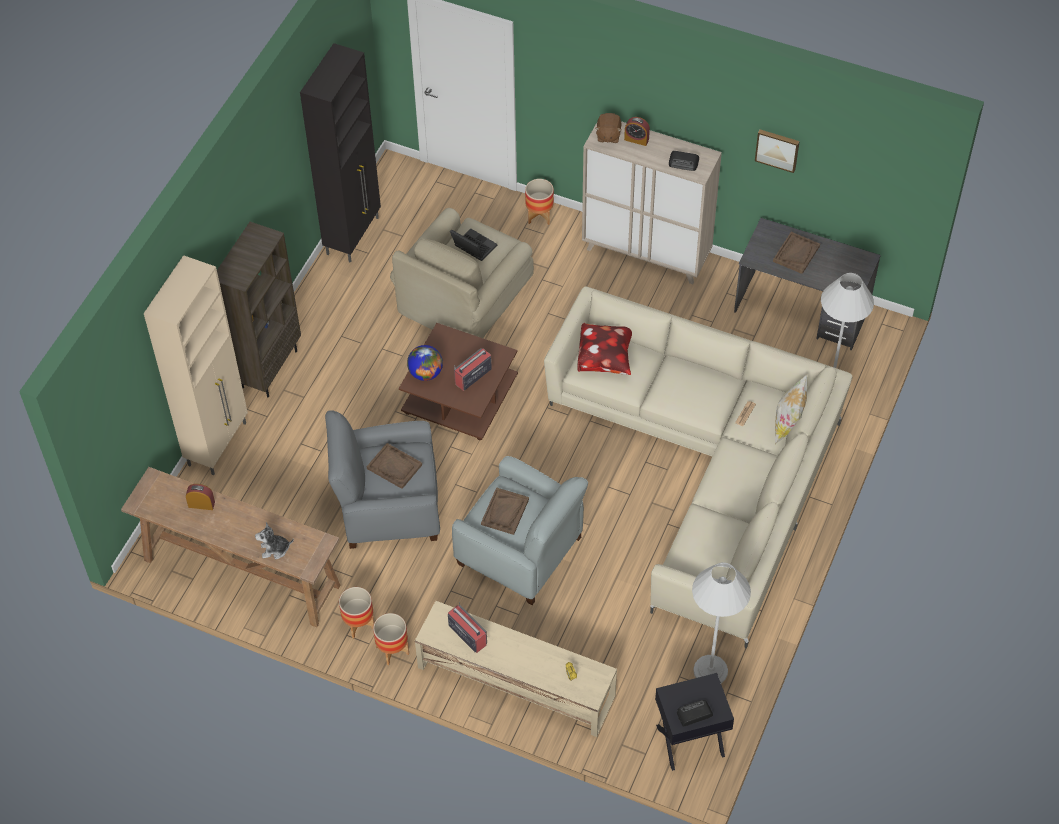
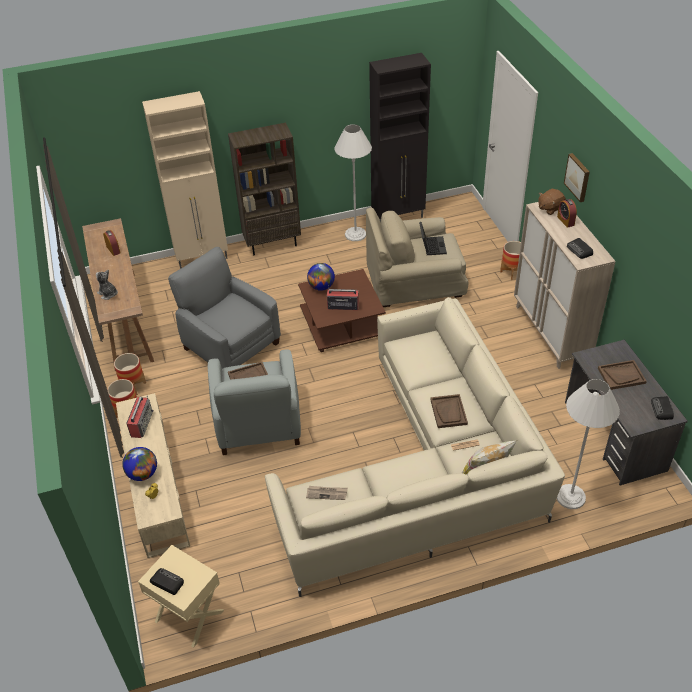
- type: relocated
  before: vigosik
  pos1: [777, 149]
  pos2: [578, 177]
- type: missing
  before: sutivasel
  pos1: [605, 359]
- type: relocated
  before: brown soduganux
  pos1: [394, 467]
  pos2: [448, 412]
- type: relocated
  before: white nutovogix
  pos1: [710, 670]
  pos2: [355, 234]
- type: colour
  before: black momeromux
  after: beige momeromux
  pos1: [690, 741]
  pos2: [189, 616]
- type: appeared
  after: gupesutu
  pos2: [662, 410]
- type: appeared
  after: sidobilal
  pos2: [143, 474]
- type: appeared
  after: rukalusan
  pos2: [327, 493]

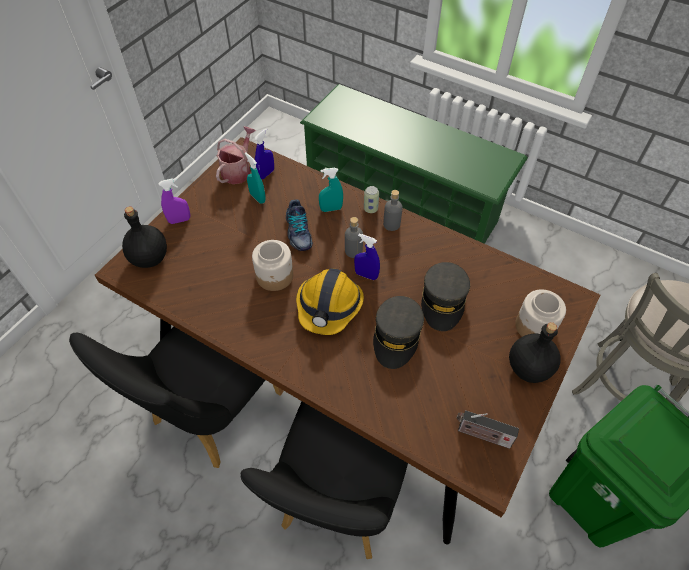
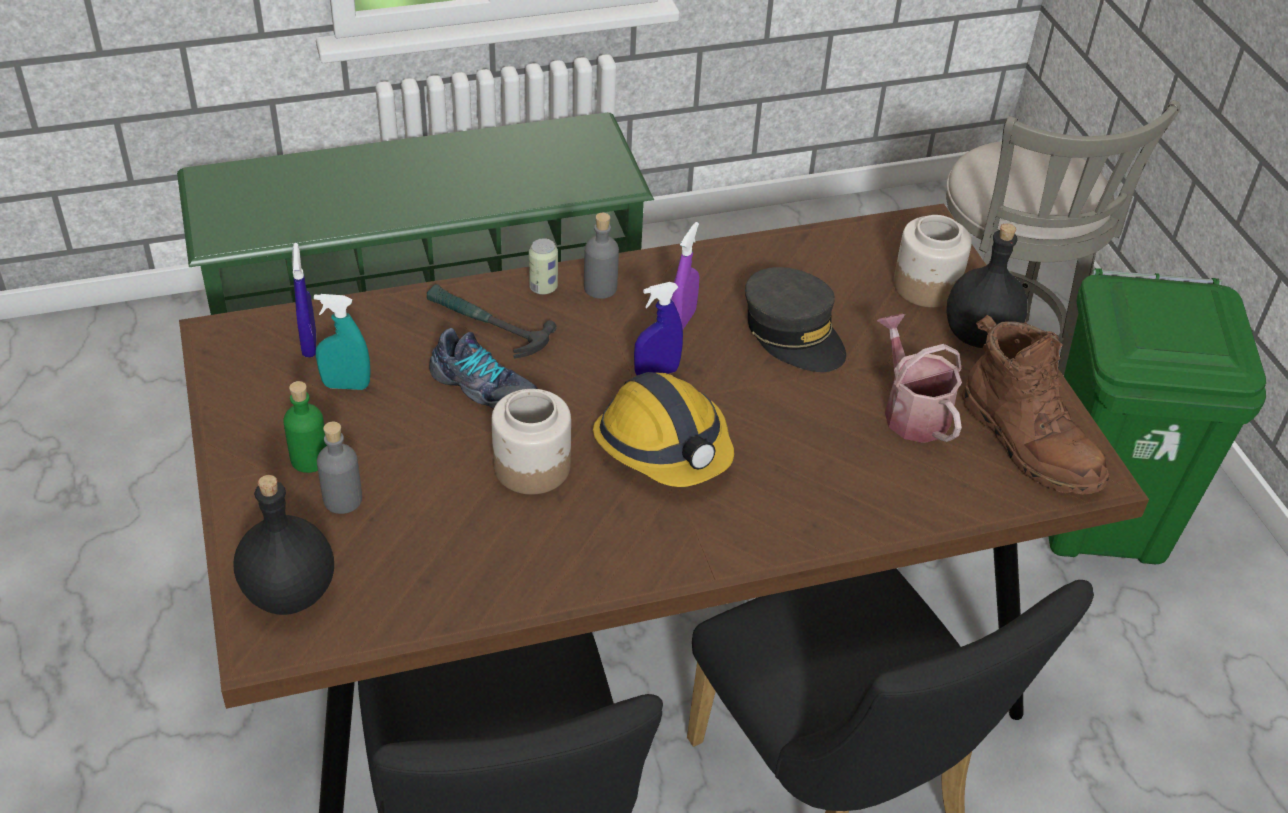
- type: relocated
  before: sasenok
  pos1: [238, 170]
  pos2: [911, 411]
- type: exchanged
  before: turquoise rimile
  after: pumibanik
  pos1: [331, 209]
  pos2: [485, 325]
- type: relocated
  before: purple rimile
  pos1: [179, 220]
  pos2: [682, 320]
- type: relocated
  before: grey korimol
  pos1: [353, 251]
  pos2: [342, 499]
- type: missing
  before: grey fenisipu
  pos1: [396, 337]
- type: exchanged
  before: gupesutu
  after: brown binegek
  pos1: [481, 435]
  pos2: [1028, 443]
- type: appeared
  after: green korimol
  pos2: [309, 459]

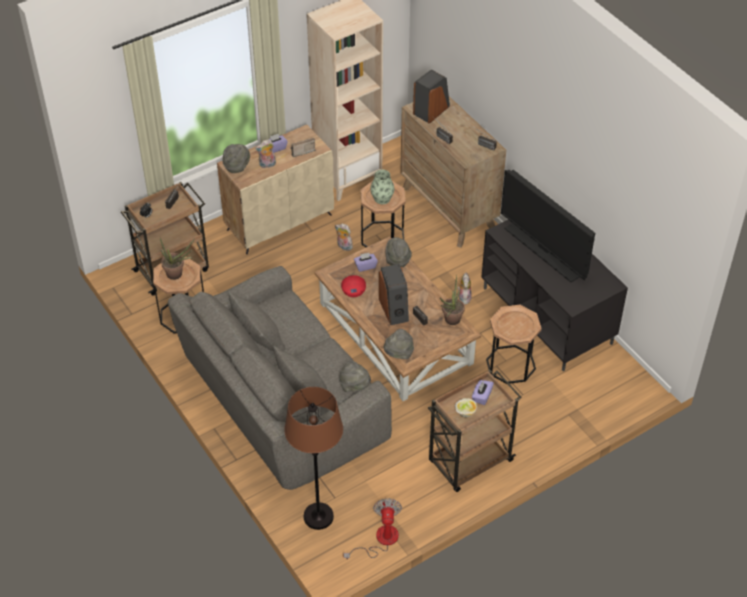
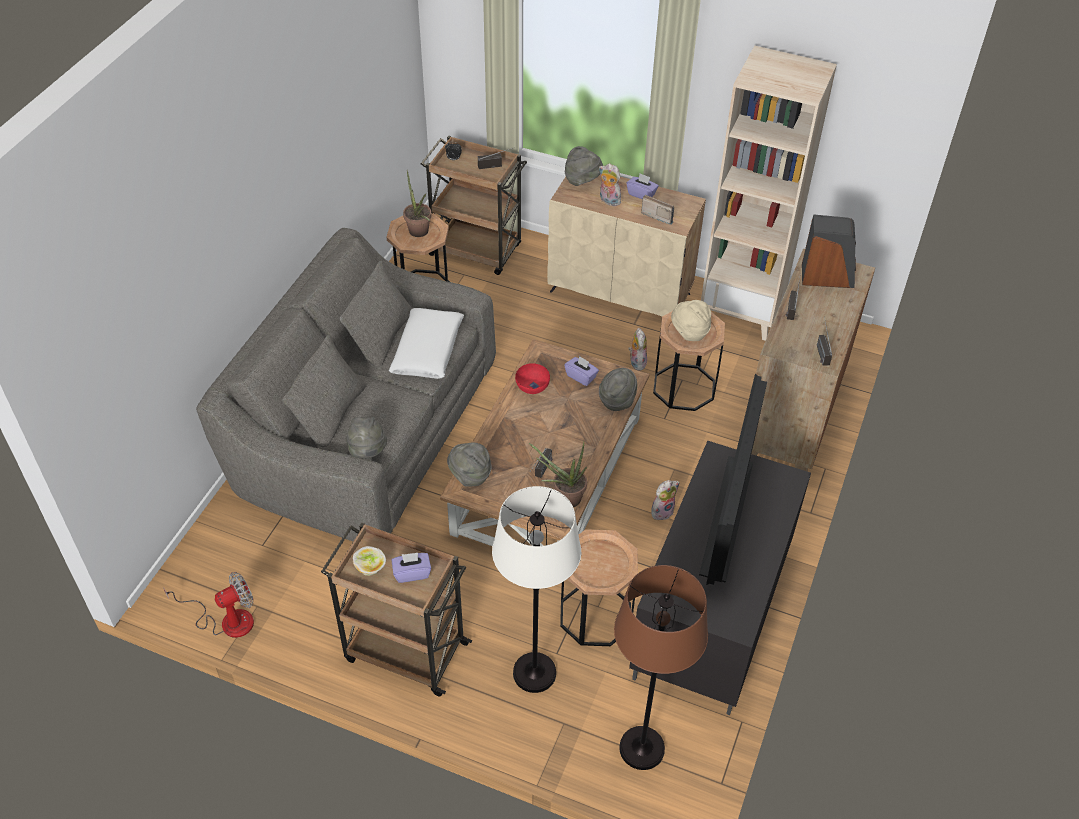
- type: exchanged
  before: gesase
  after: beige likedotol
  pos1: [382, 198]
  pos2: [689, 332]
- type: missing
  before: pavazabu
  pos1: [394, 309]
- type: relocated
  before: brown nutovogix
  pos1: [318, 516]
  pos2: [641, 748]
- type: appeared
  after: white sutivasel
  pos2: [428, 350]
- type: appeared
  after: white nutovogix
  pos2: [534, 673]

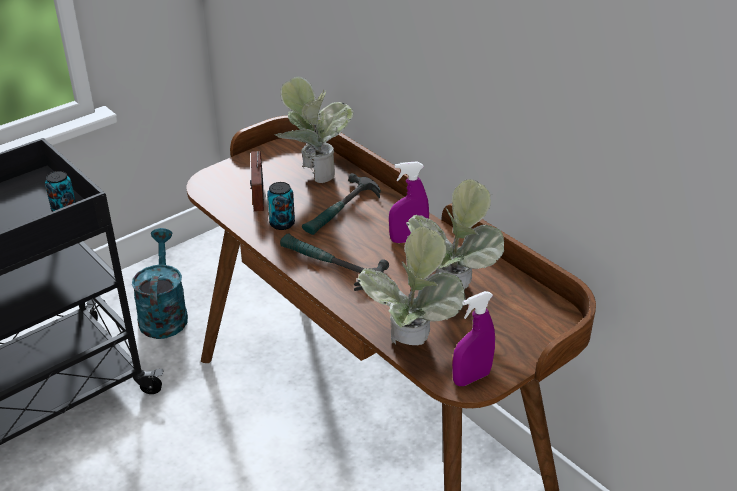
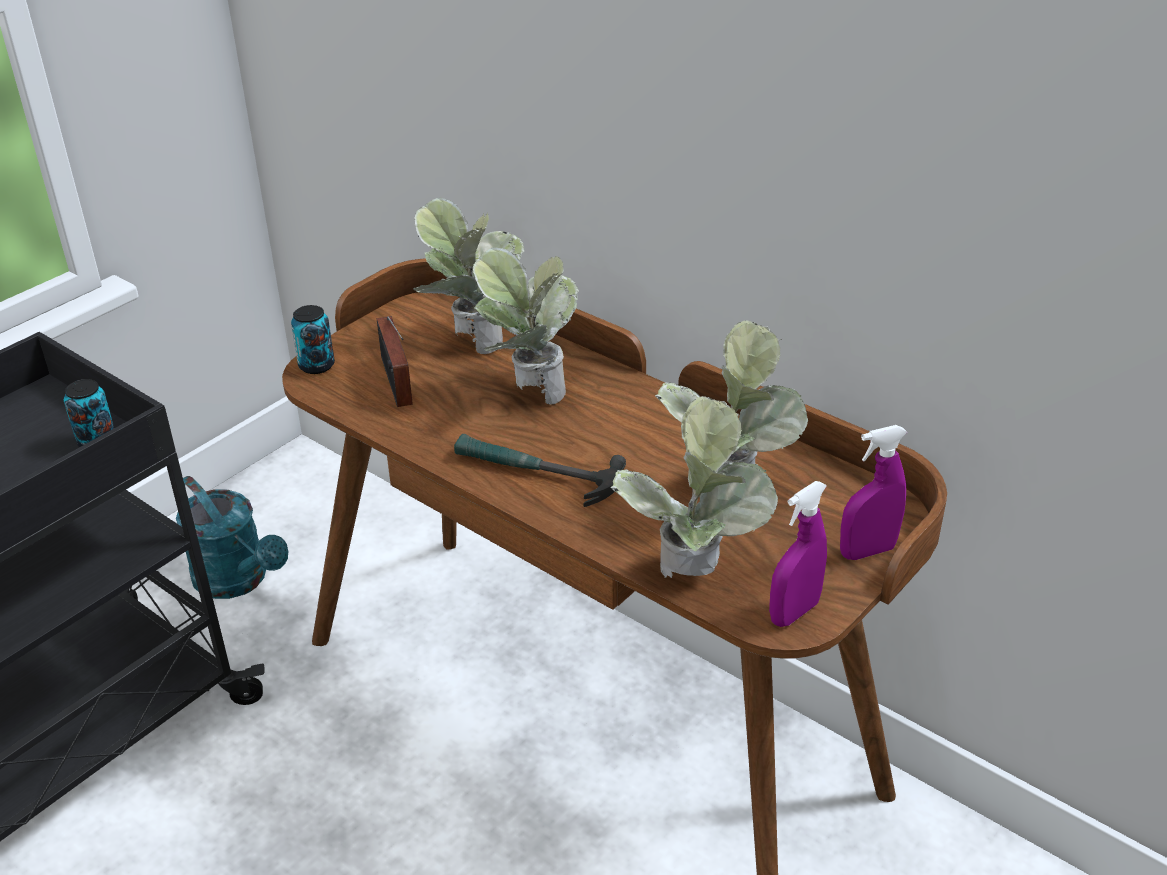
- type: relocated
  before: purple rimile
  pos1: [408, 240]
  pos2: [867, 551]
- type: exchanged
  before: pumibanik
  after: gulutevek
  pos1: [341, 211]
  pos2: [528, 391]
- type: relocated
  before: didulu
  pos1: [282, 223]
  pos2: [316, 365]
- type: spun
  before: turquoise sasenok
  pos1: [163, 314]
  pos2: [238, 580]
  turn: 150

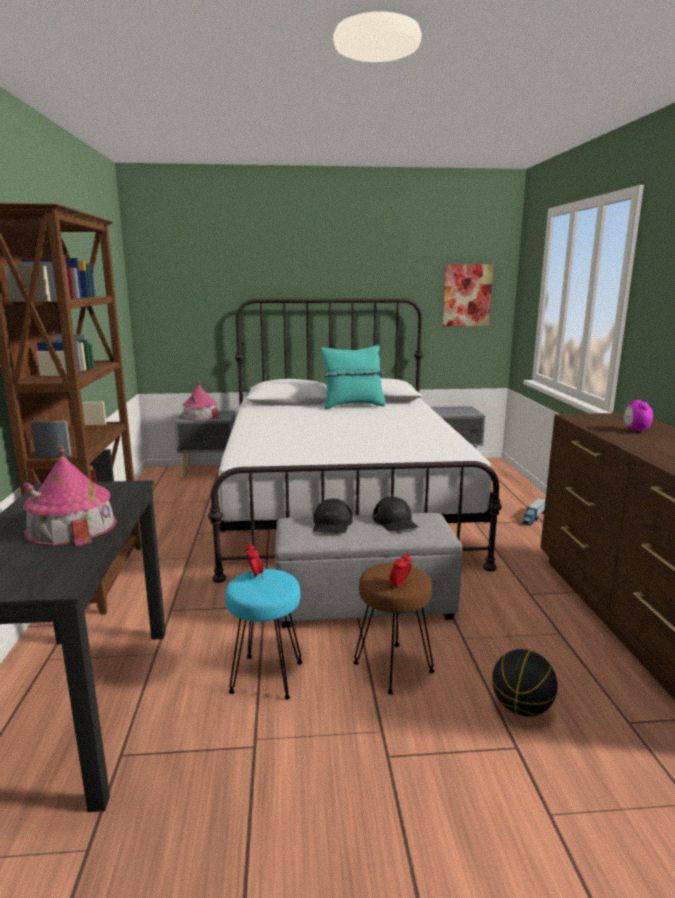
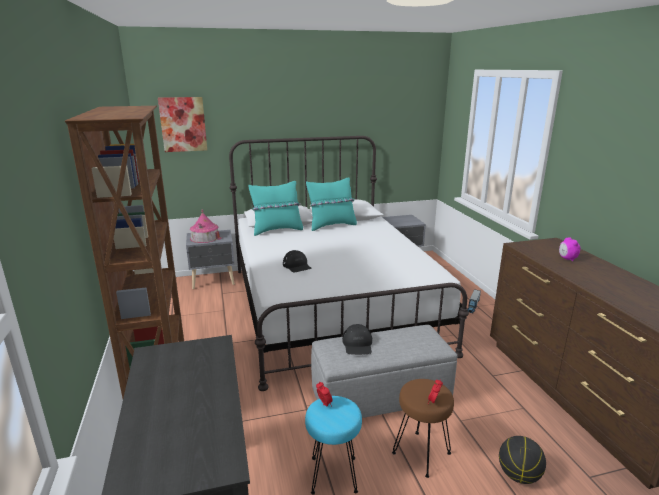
- type: relocated
  before: vigosik
  pos1: [466, 295]
  pos2: [183, 124]
- type: missing
  before: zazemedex
  pos1: [71, 527]
- type: relocated
  before: black fenisipu
  pos1: [395, 521]
  pos2: [297, 266]
- type: appeared
  after: turquoise sutivasel
  pos2: [277, 230]

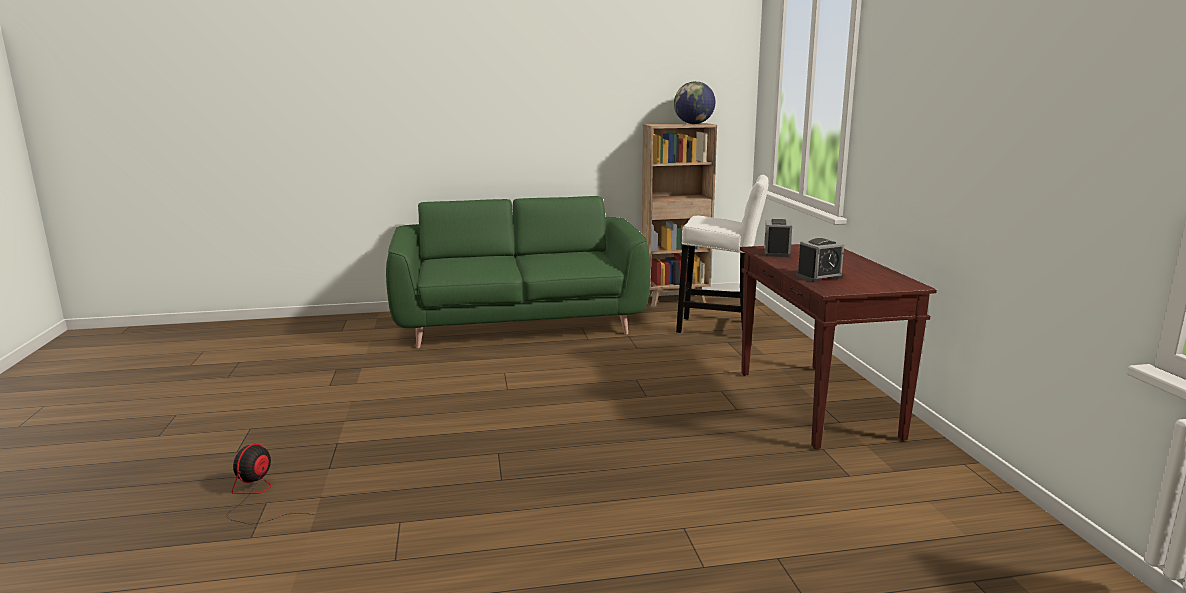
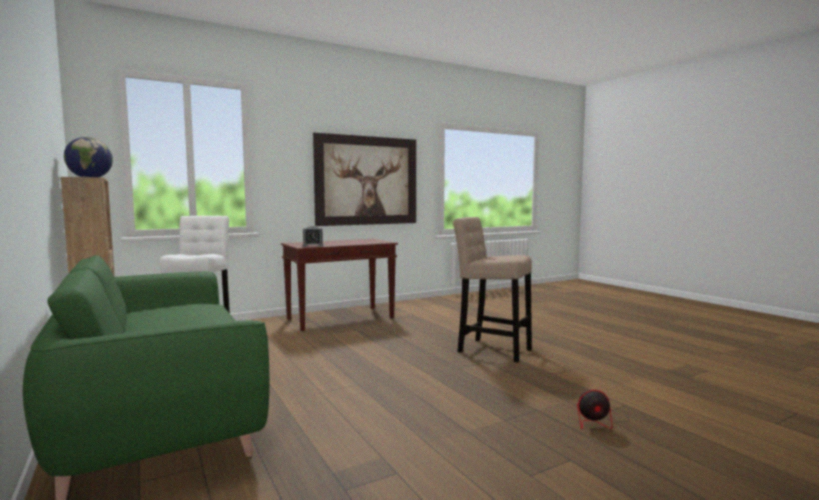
- type: missing
  before: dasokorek
  pos1: [819, 277]
- type: appeared
  after: vigosik
  pos2: [367, 180]
- type: appeared
  after: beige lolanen
  pos2: [491, 349]

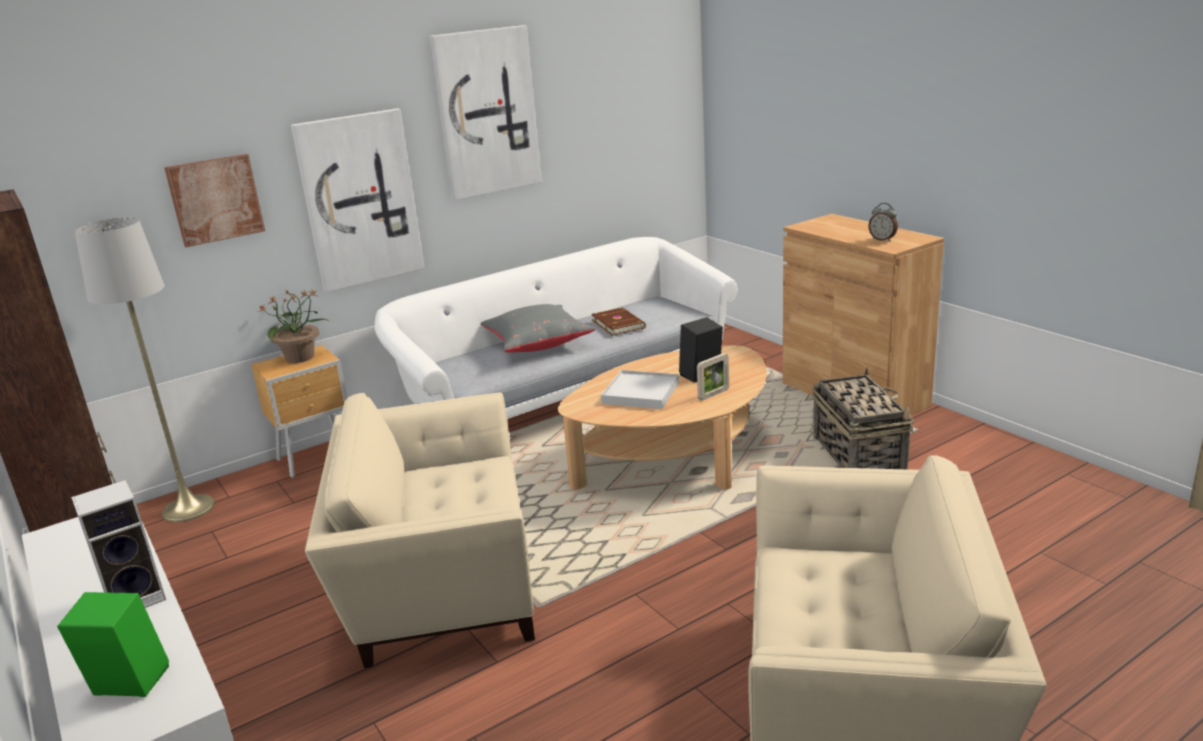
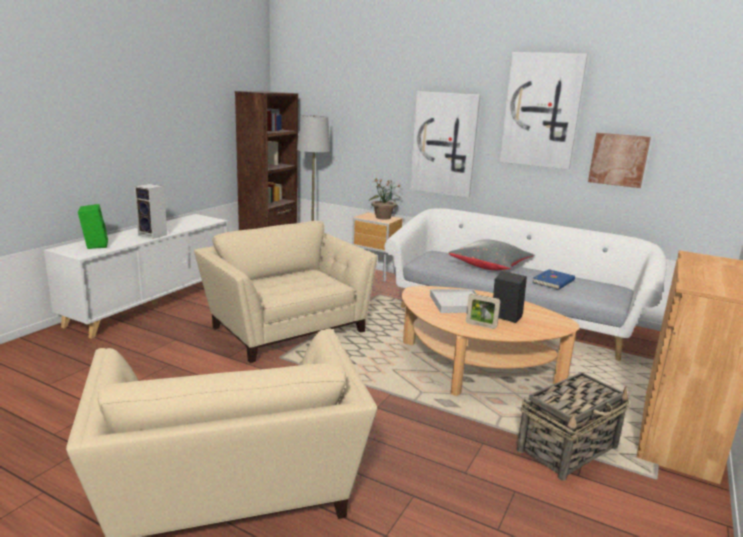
- type: relocated
  before: vigosik
  pos1: [215, 199]
  pos2: [618, 159]
- type: missing
  before: dasokorek
  pos1: [882, 239]
- type: colour
  before: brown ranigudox
  after: blue ranigudox
  pos1: [619, 324]
  pos2: [554, 282]

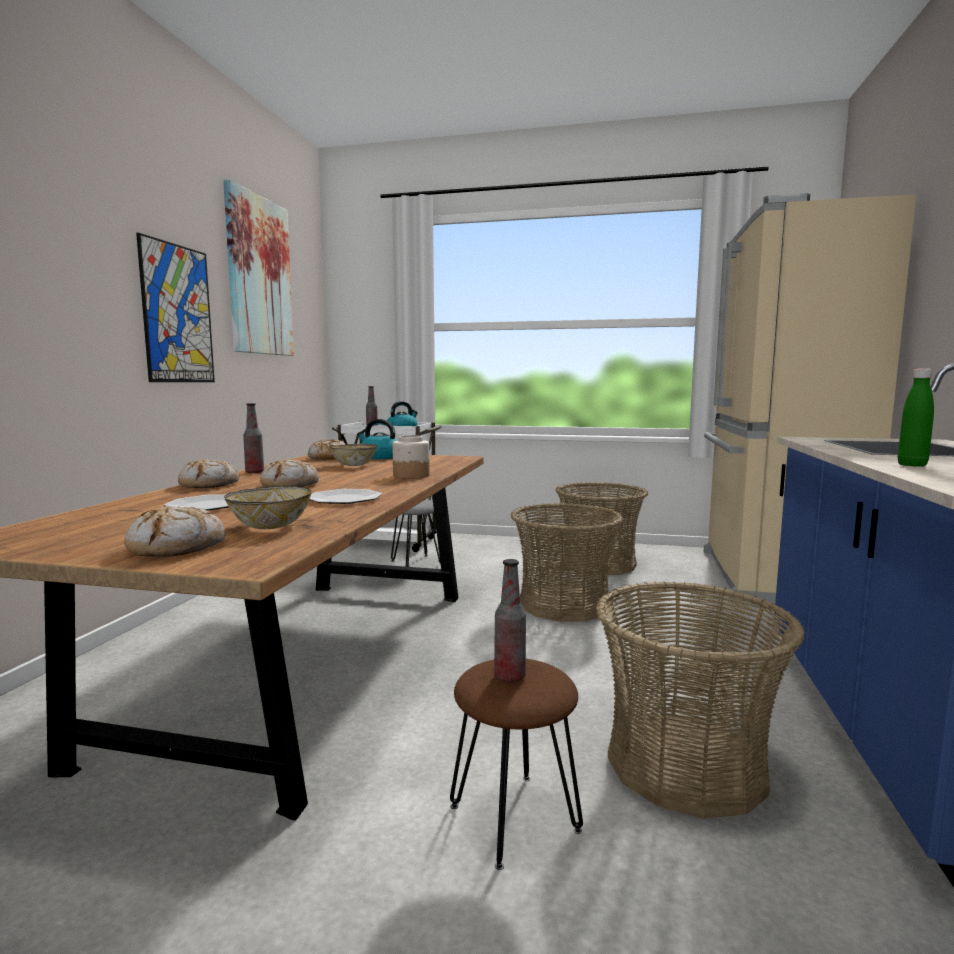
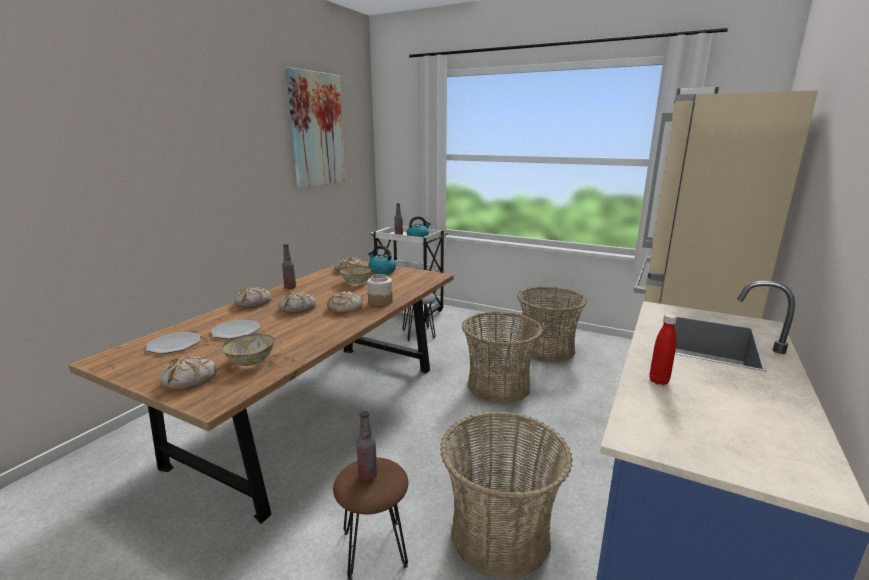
- type: missing
  before: vigosik
  pos1: [177, 314]
- type: colour
  before: green korimol
  after: red korimol
  pos1: [912, 465]
  pos2: [658, 381]
- type: relocated
  before: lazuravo
  pos1: [344, 499]
  pos2: [174, 344]
- type: appeared
  after: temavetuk
  pos2: [344, 308]

